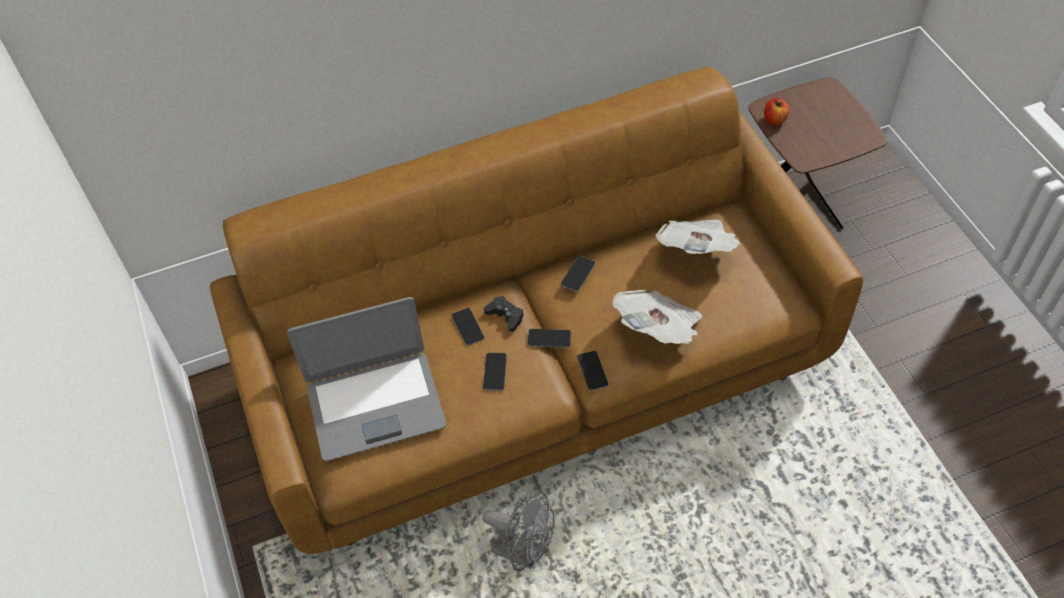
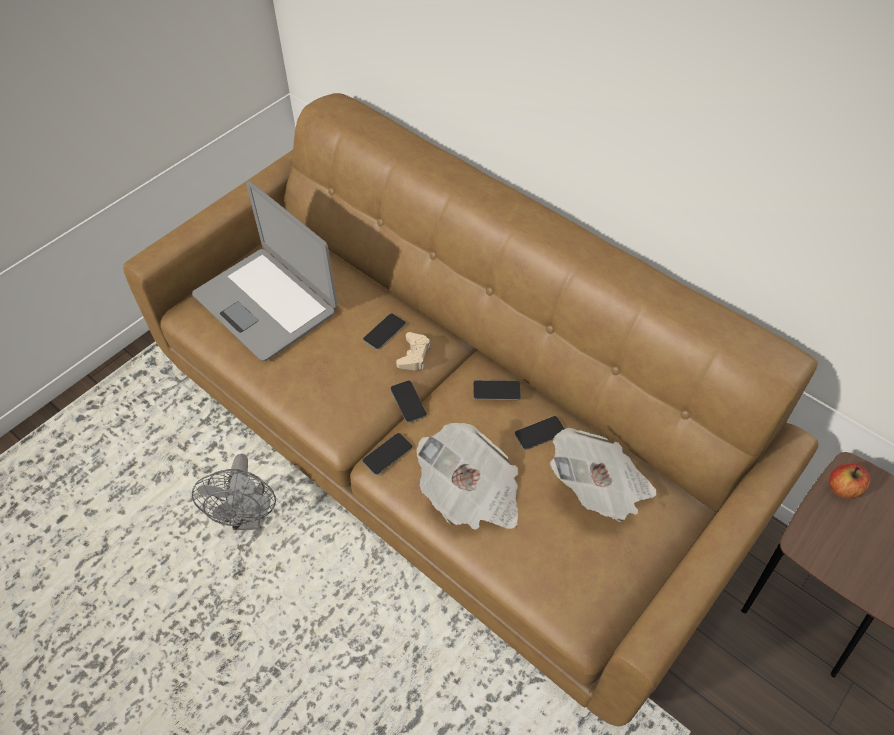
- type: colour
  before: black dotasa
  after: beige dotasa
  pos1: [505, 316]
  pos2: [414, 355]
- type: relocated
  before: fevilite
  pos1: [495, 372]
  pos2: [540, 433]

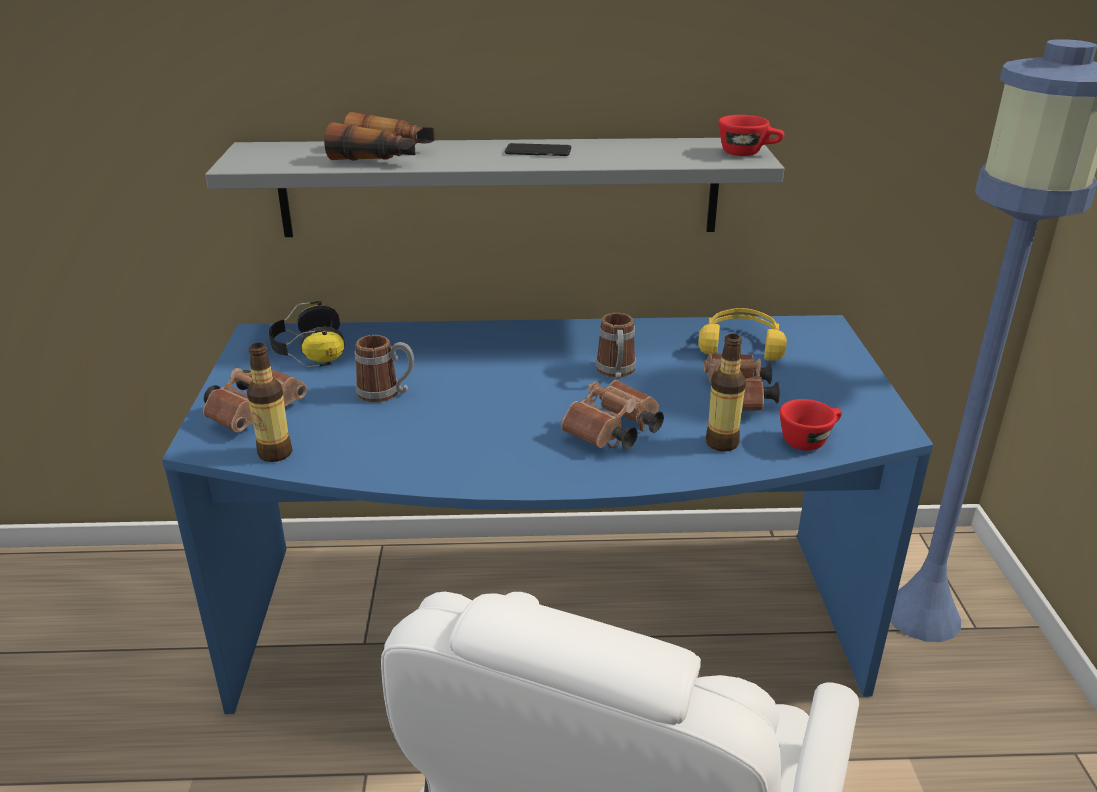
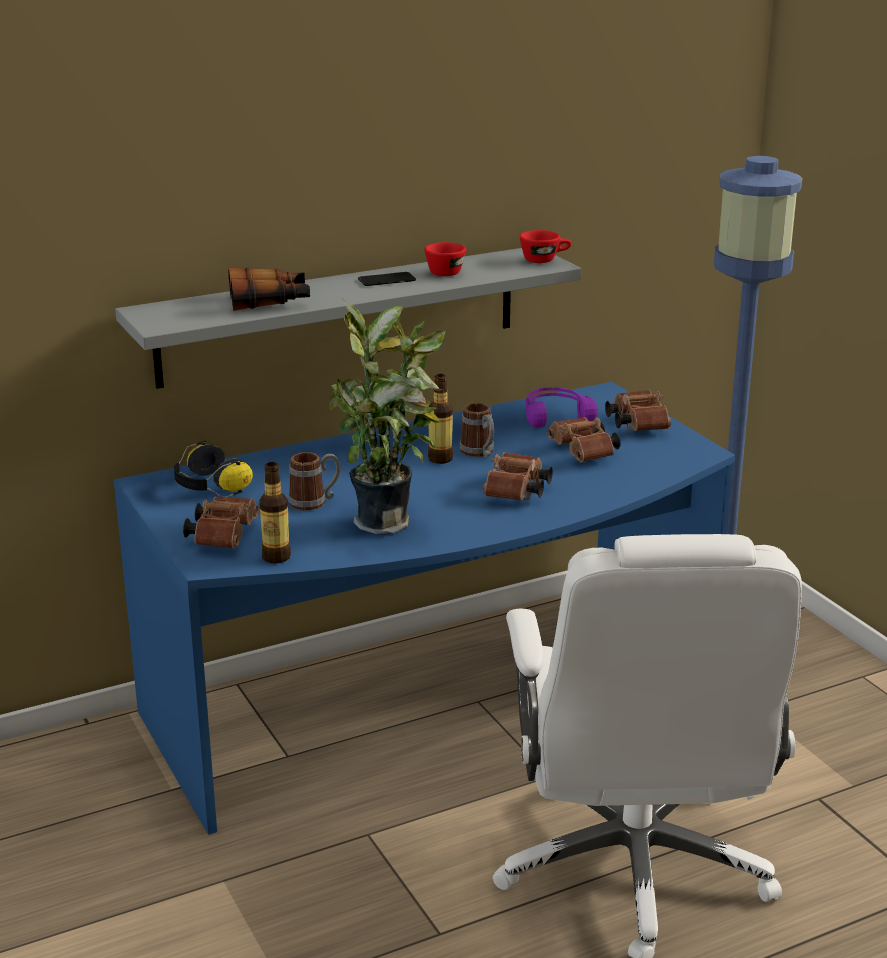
- type: colour
  before: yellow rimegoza
  after: purple rimegoza
  pos1: [741, 345]
  pos2: [555, 416]
- type: relocated
  before: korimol
  pos1: [721, 443]
  pos2: [440, 459]
- type: relocated
  before: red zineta
  pos1: [809, 440]
  pos2: [448, 271]
- type: appeared
  after: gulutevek
  pos2: [388, 522]
- type: appeared
  after: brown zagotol
  pos2: [636, 424]

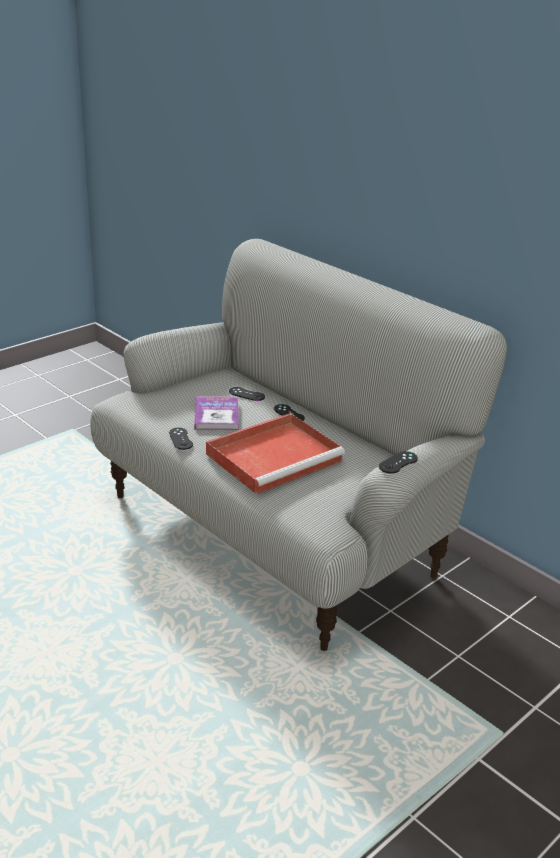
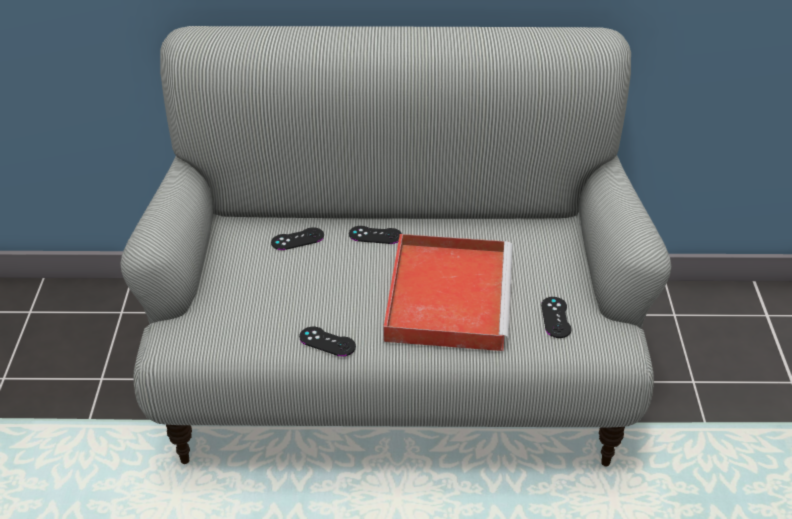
- type: missing
  before: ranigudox
  pos1: [216, 415]
- type: relocated
  before: black dotasa
  pos1: [398, 462]
  pos2: [556, 317]

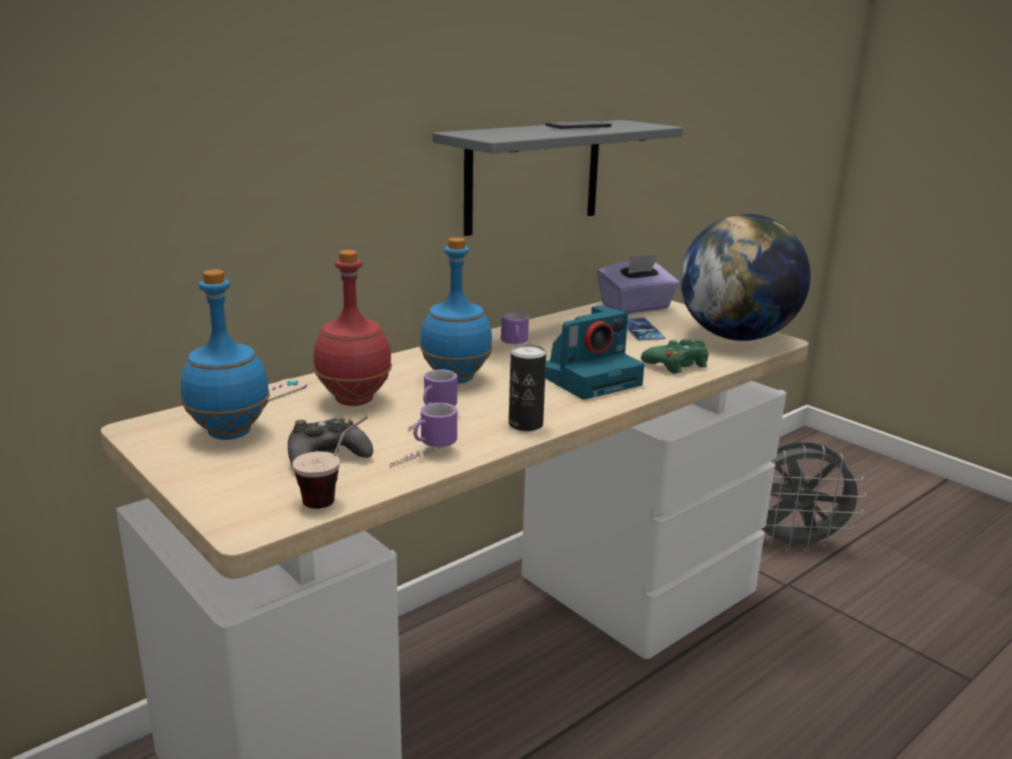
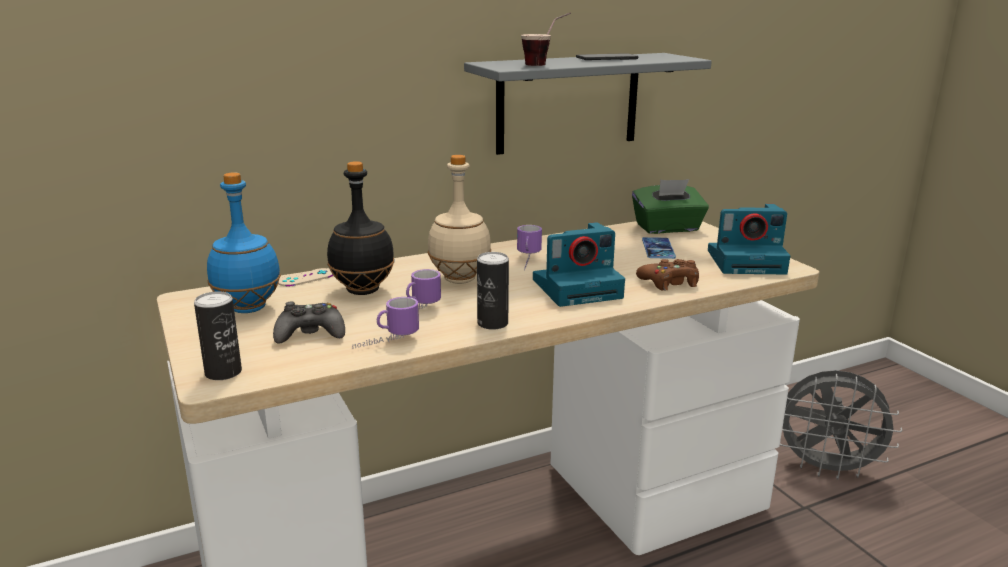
- type: exchanged
  before: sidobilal
  after: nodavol
  pos1: [736, 337]
  pos2: [747, 261]
- type: colour
  before: blue korimol
  after: beige korimol
  pos1: [457, 379]
  pos2: [460, 280]
- type: colour
  before: red korimol
  after: black korimol
  pos1: [354, 401]
  pos2: [362, 291]
- type: colour
  before: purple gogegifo
  after: green gogegifo
  pos1: [636, 308]
  pos2: [667, 228]
- type: colour
  before: green dotasa
  after: brown dotasa
  pos1: [676, 365]
  pos2: [669, 282]
- type: relocated
  before: zineta
  pos1: [335, 496]
  pos2: [545, 65]
- type: appeared
  after: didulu
  pos2: [223, 372]

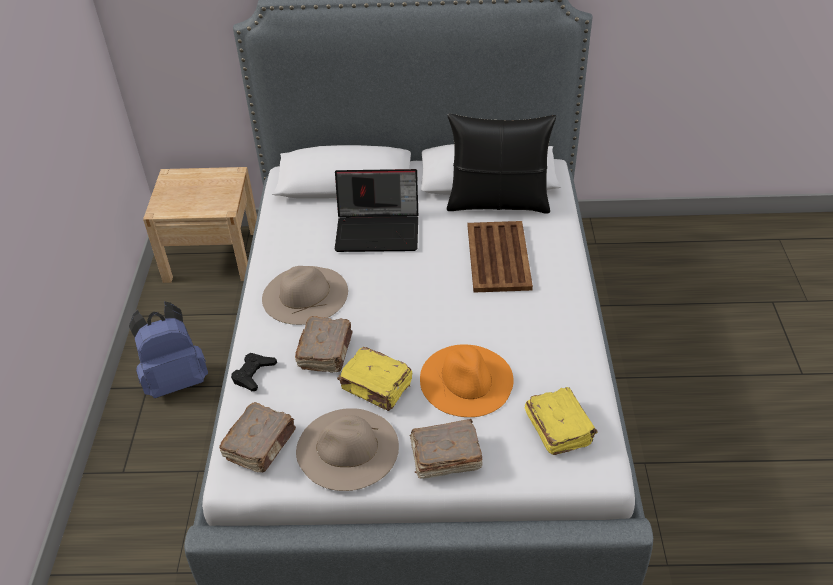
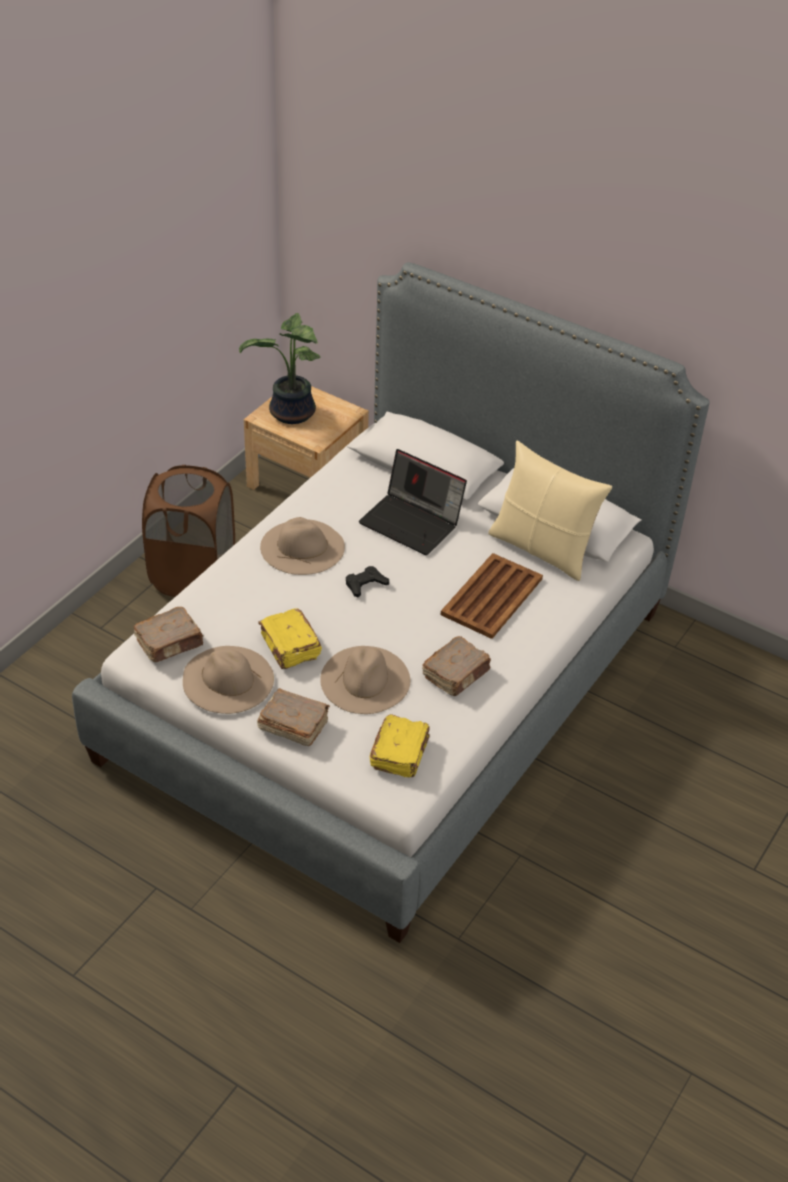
- type: colour
  before: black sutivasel
  after: beige sutivasel
  pos1: [498, 203]
  pos2: [542, 549]
- type: exchanged
  before: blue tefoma
  after: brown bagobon
  pos1: [176, 380]
  pos2: [193, 576]
- type: relocated
  before: brown ranigudox
  pos1: [326, 352]
  pos2: [456, 674]
- type: colour
  before: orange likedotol
  after: beige likedotol
  pos1: [466, 379]
  pos2: [365, 679]
- type: relocated
  before: black dotasa
  pos1: [253, 374]
  pos2: [365, 584]
- type: appeared
  after: gulutevek
  pos2: [291, 414]

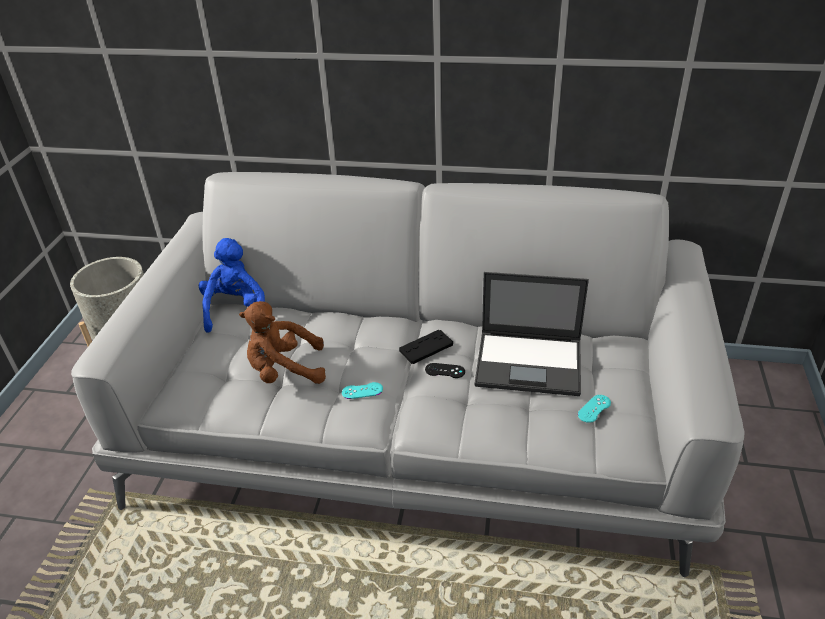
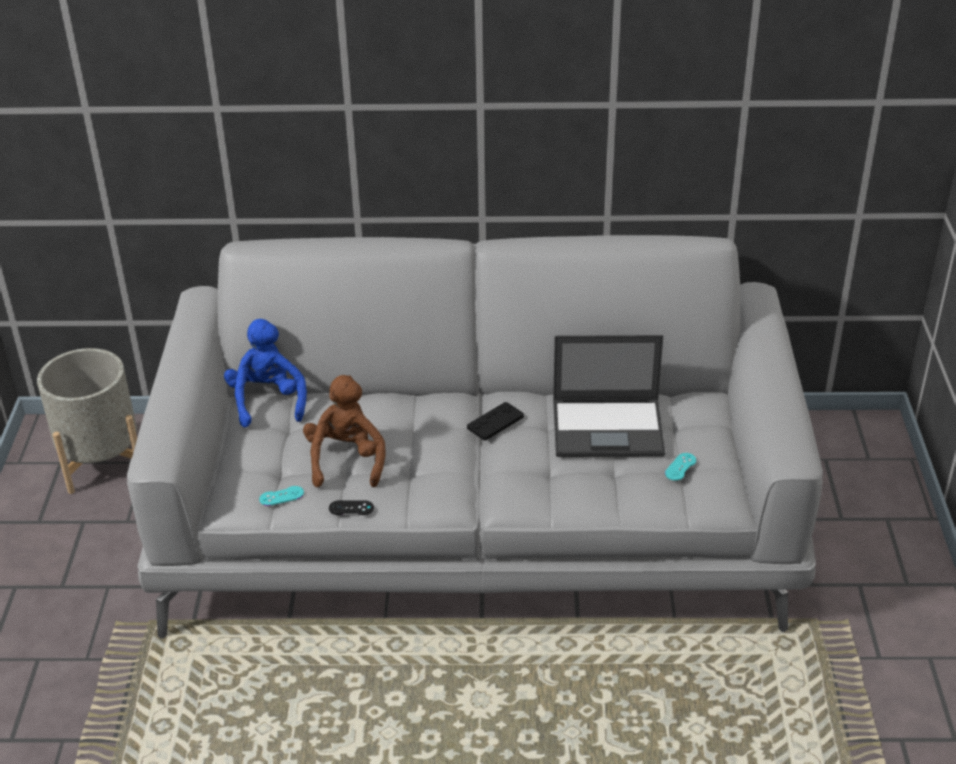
- type: spun
  before: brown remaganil
  pos1: [284, 371]
  pos2: [346, 460]
  turn: 105
- type: relocated
  before: black dotasa
  pos1: [445, 370]
  pos2: [351, 508]
- type: relocated
  before: turquoise dotasa
  pos1: [362, 391]
  pos2: [281, 496]

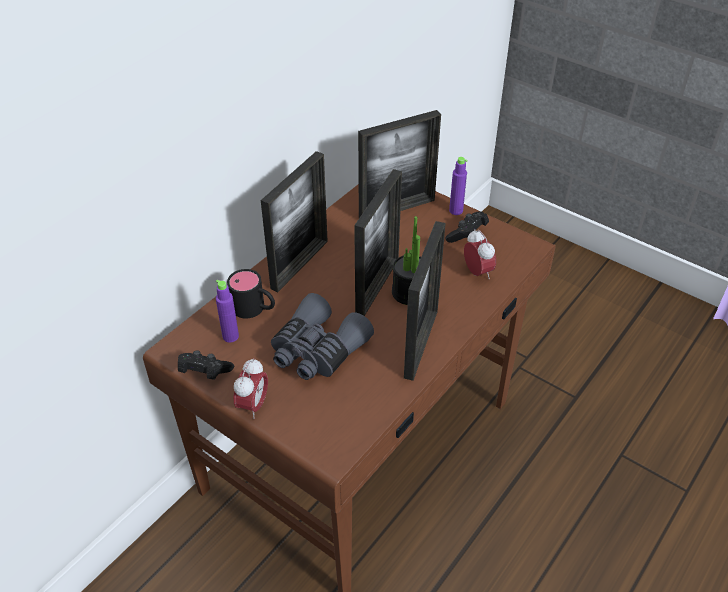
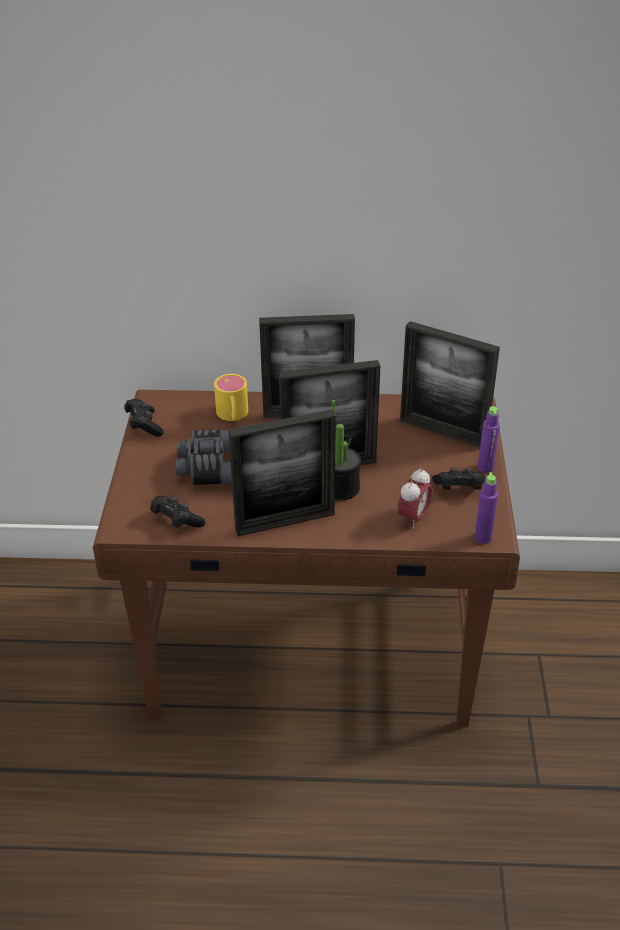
- type: colour
  before: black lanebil
  after: yellow lanebil
  pos1: [254, 309]
  pos2: [233, 416]
- type: relocated
  before: purple korimol
  pos1: [230, 336]
  pos2: [483, 537]
- type: missing
  before: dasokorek
  pos1: [253, 405]
- type: appeared
  after: black dotasa
  pos2: [176, 521]

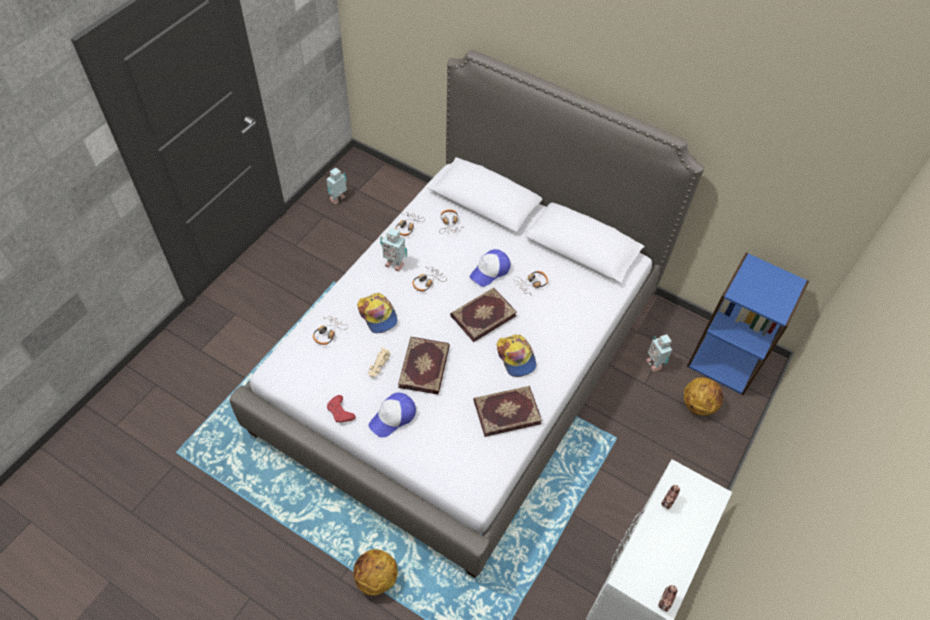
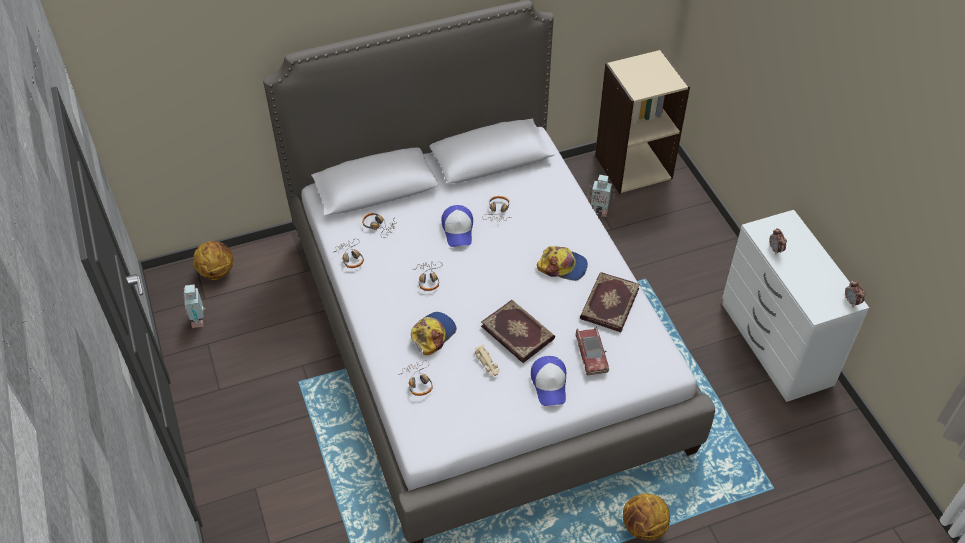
- type: missing
  before: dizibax
  pos1: [394, 264]
- type: colour
  before: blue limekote
  after: beige limekote
  pos1: [726, 359]
  pos2: [633, 166]
- type: missing
  before: ranigudox
  pos1: [482, 315]
- type: spun
  before: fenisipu
  pos1: [378, 315]
  pos2: [433, 334]
  turn: -60
- type: relocated
  before: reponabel
  pos1: [698, 405]
  pos2: [217, 271]
- type: missing
  before: red dotasa
  pos1: [340, 411]
- type: appeared
  after: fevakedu
  pos2: [591, 354]

